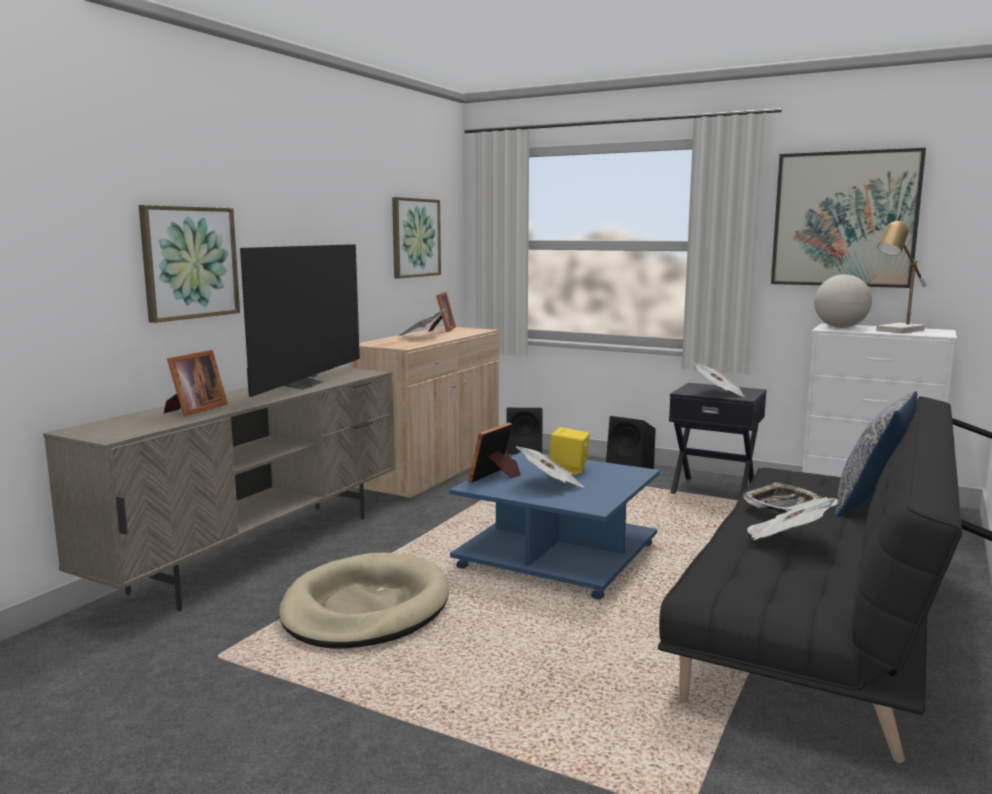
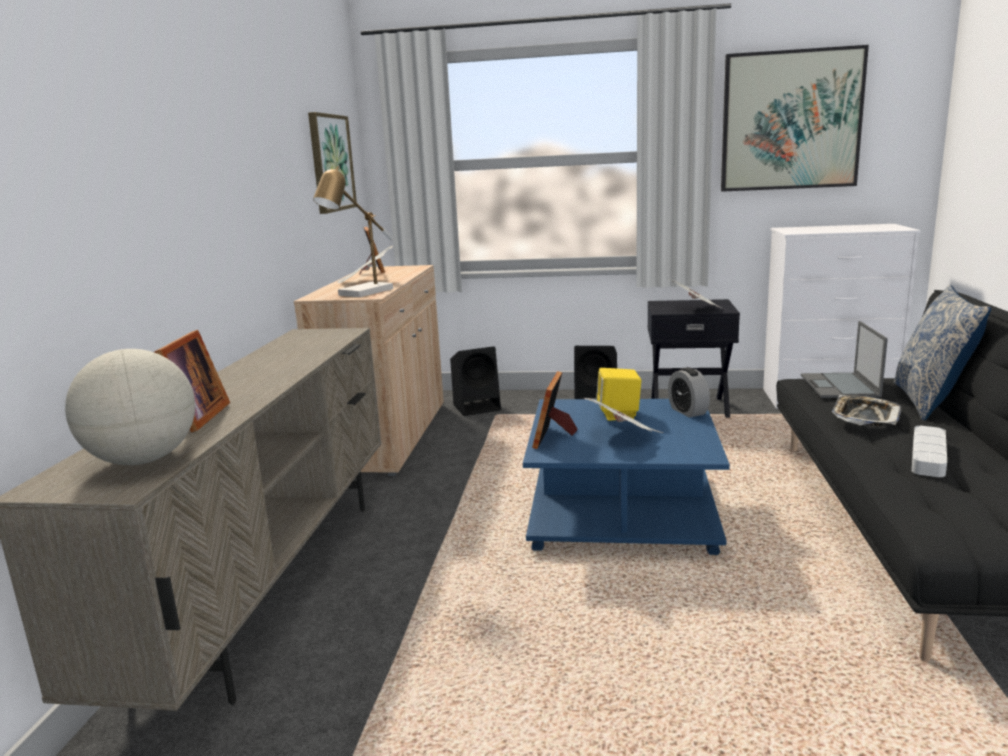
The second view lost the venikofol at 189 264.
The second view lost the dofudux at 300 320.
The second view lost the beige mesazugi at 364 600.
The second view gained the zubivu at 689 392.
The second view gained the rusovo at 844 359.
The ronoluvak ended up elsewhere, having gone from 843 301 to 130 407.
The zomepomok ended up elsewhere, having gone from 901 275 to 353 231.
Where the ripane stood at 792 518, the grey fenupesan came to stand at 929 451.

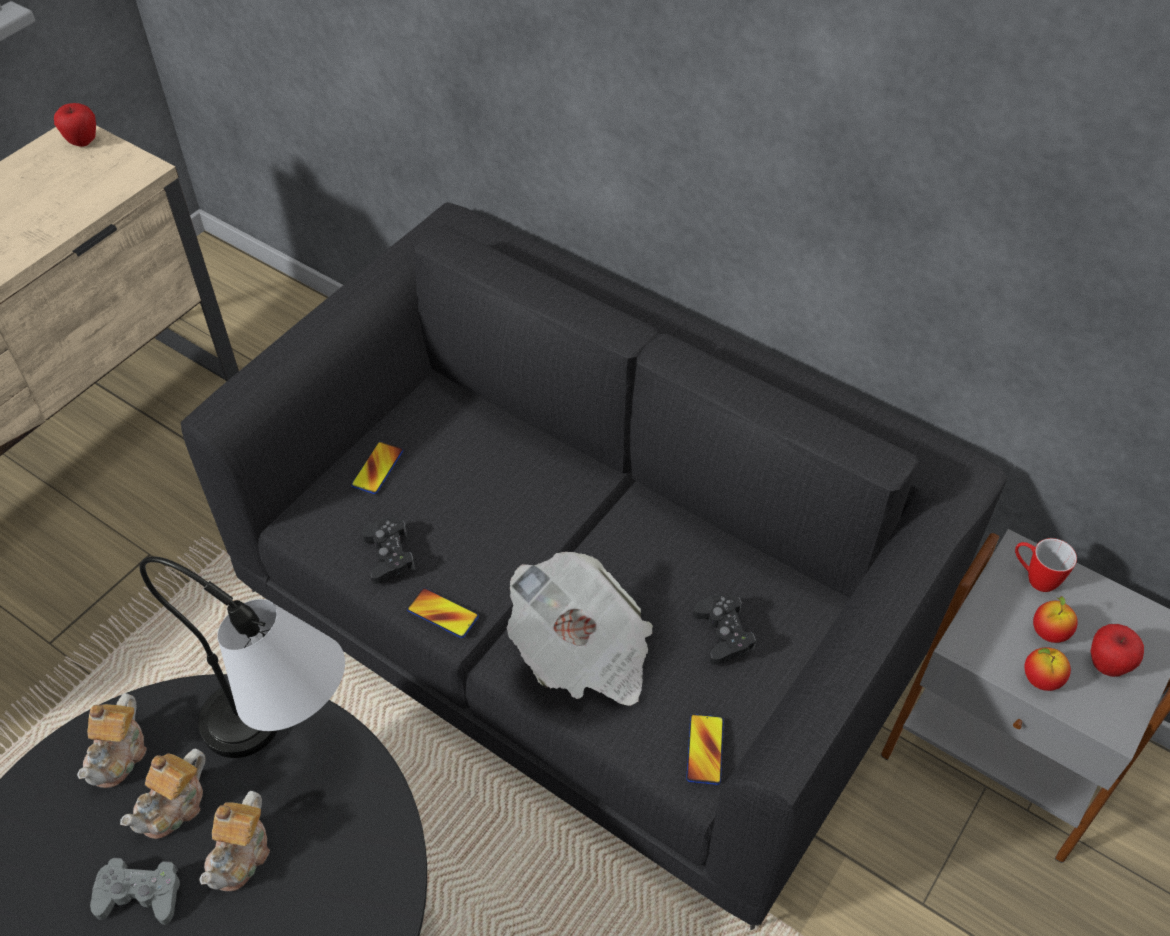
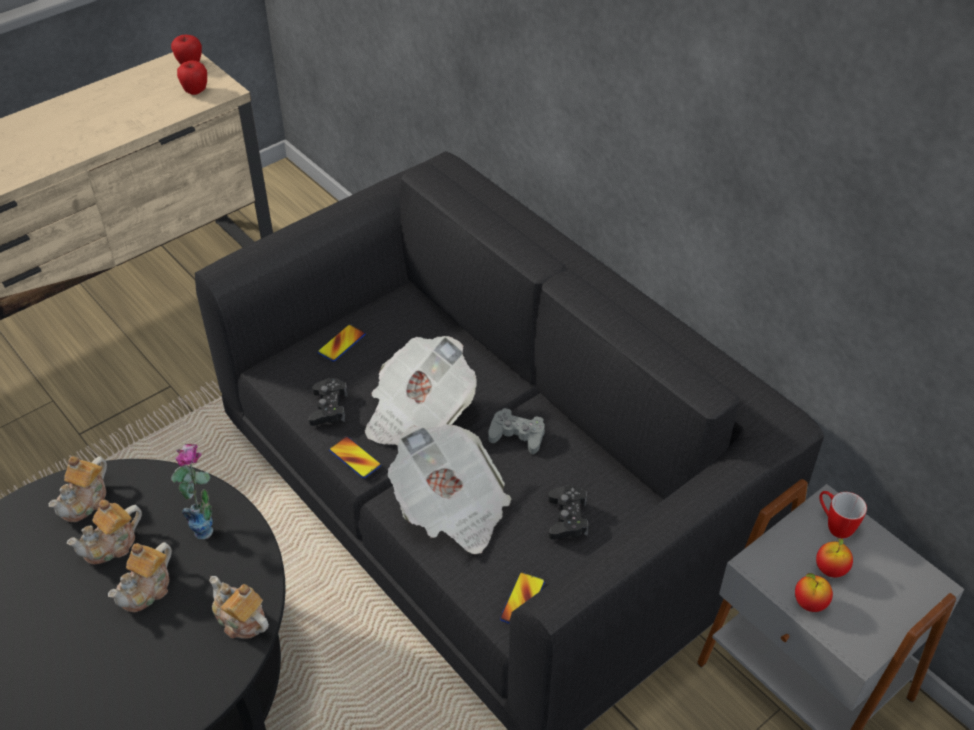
The second view gained the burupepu at 239 607.
The second view gained the ripane at 421 391.
The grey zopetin ended up elsewhere, having gone from 135 891 to 516 431.
The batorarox ended up elsewhere, having gone from 1117 650 to 192 77.
Where the zomepomok stood at 242 657, the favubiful came to stand at 192 491.

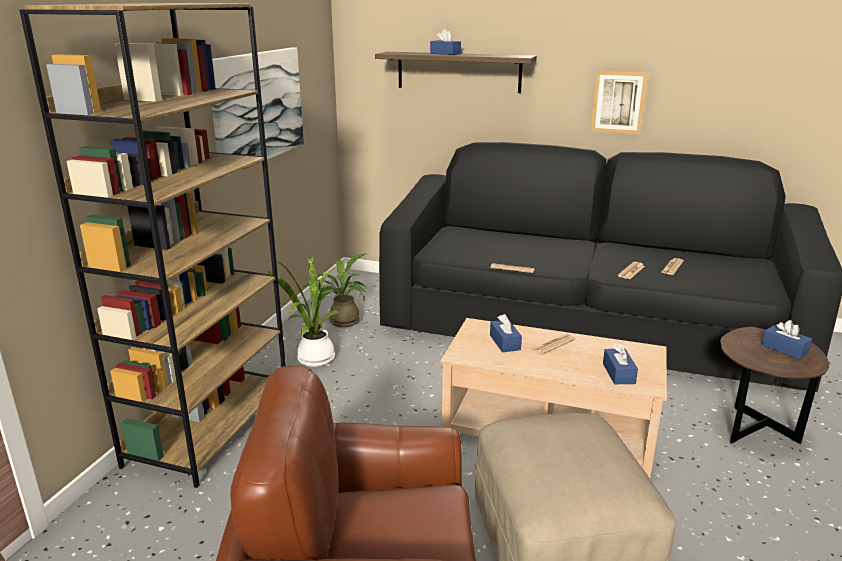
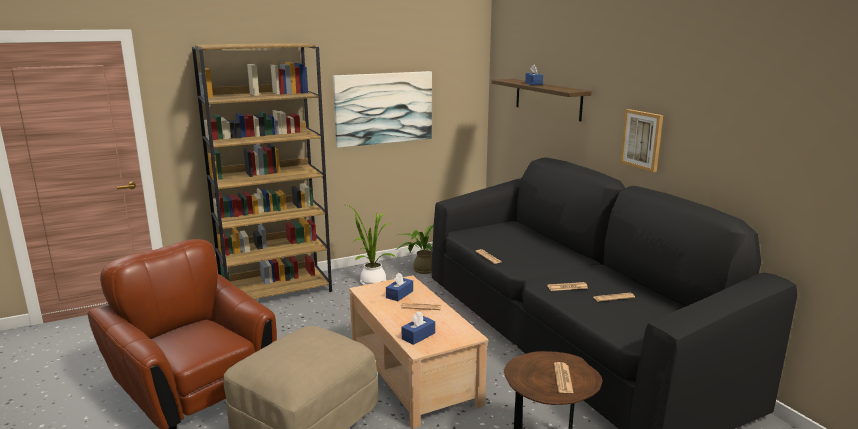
Where the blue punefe stood at 786 339, the ripane came to stand at 564 377.

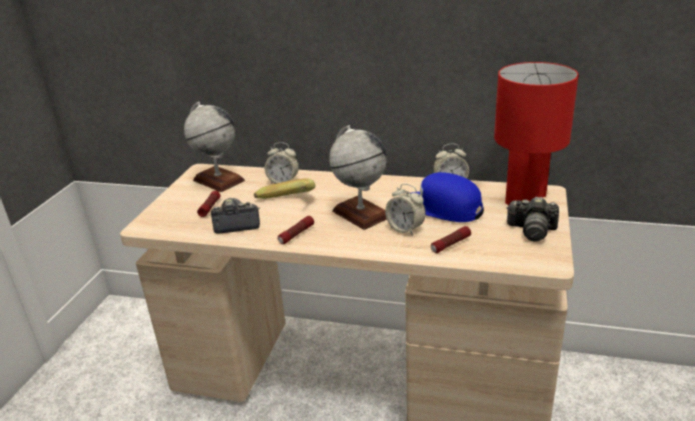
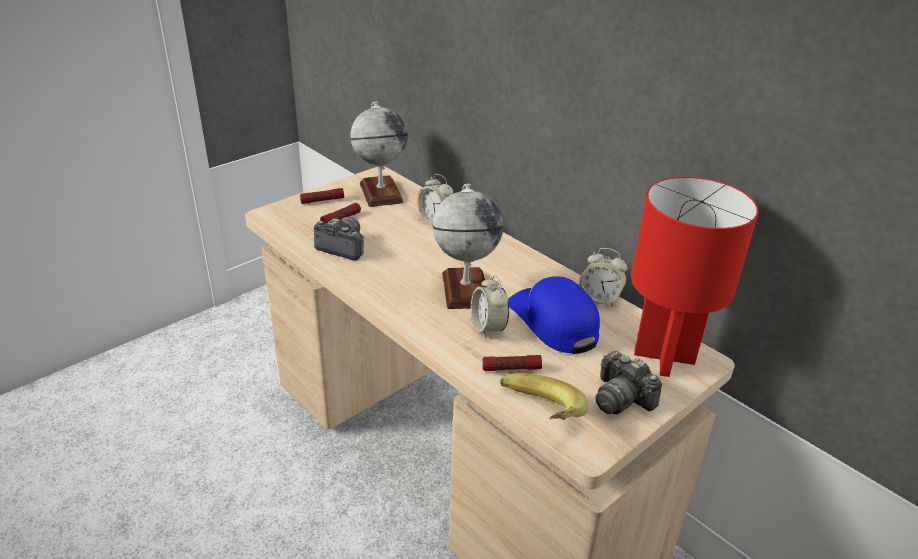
The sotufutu ended up elsewhere, having gone from 285 188 to 544 396.
The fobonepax ended up elsewhere, having gone from 296 230 to 322 196.

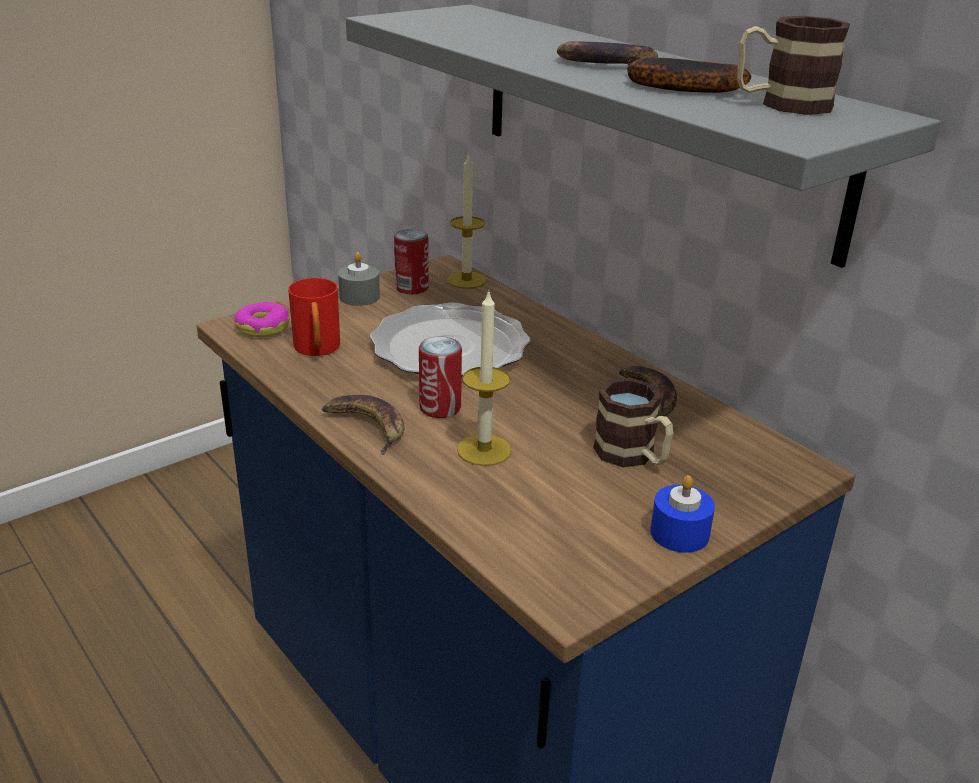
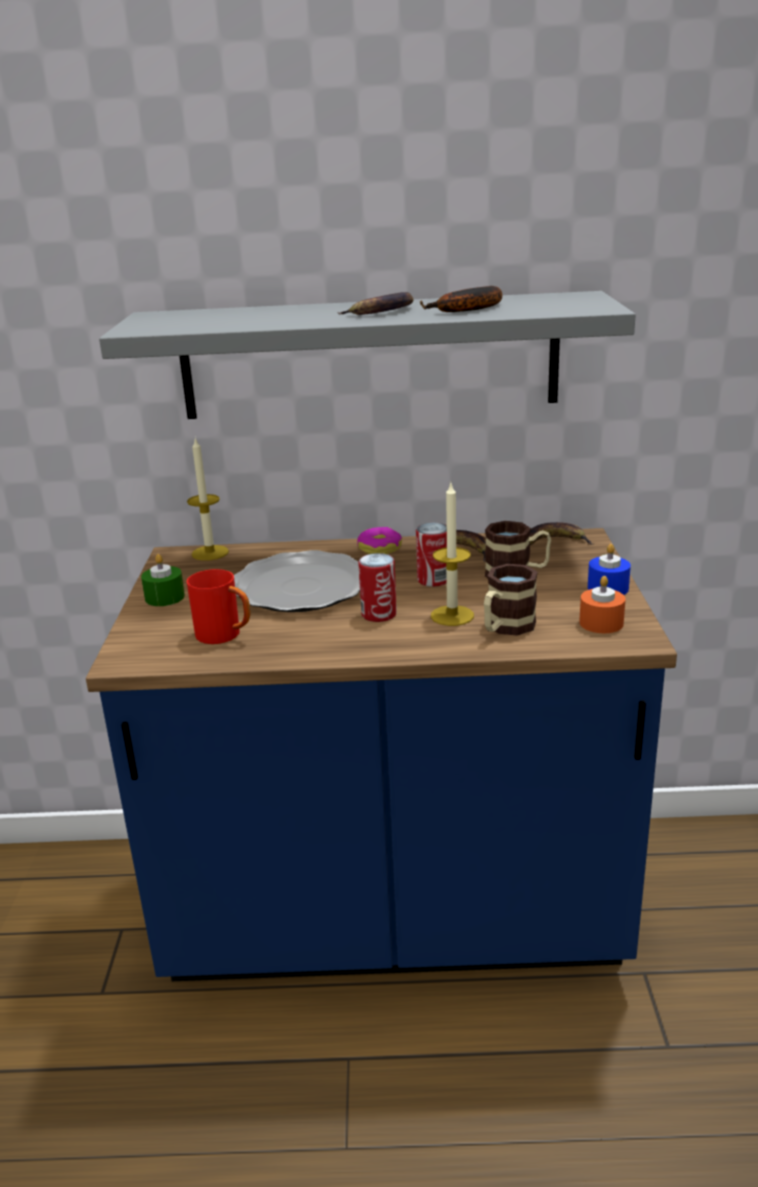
The second view gained the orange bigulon at 602 604.
The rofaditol ended up elsewhere, having gone from 262 319 to 379 540.
The sotufutu ended up elsewhere, having gone from 363 425 to 561 533.
The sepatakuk ended up elsewhere, having gone from 411 261 to 431 555.
The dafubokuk ended up elsewhere, having gone from 793 65 to 511 600.
What was the grey bigulon at 359 279 turned into the green bigulon at 163 580.

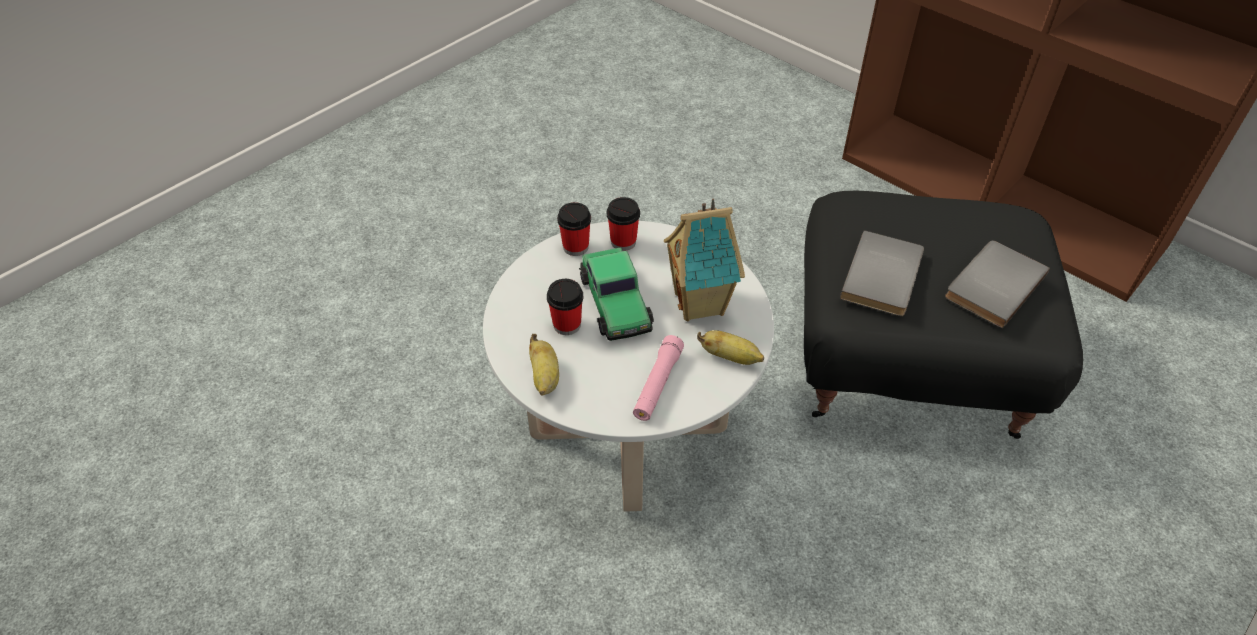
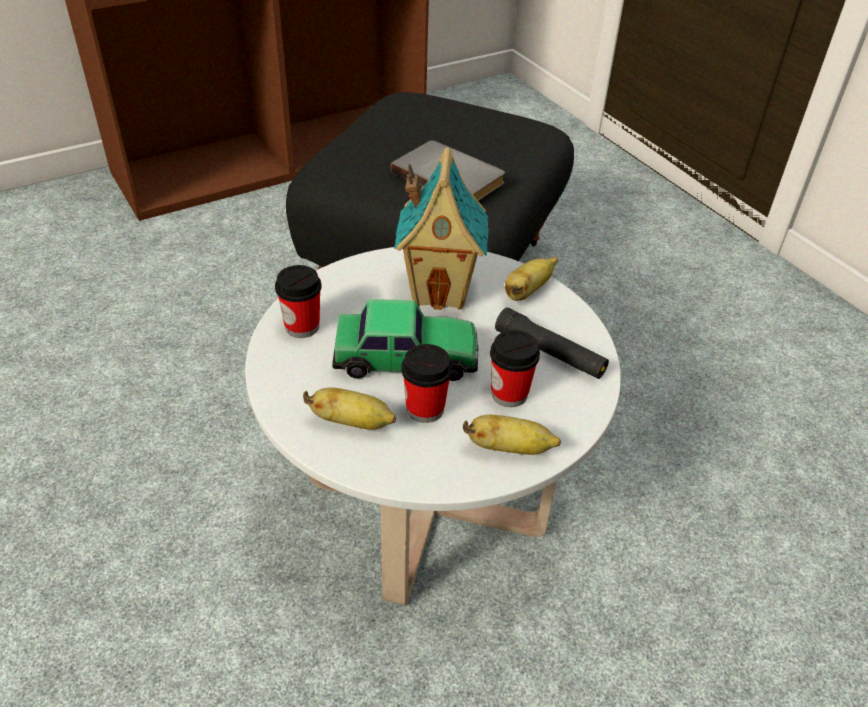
The second view lost the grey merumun at 997 284.
The second view gained the sotufutu at 349 409.
The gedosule ended up elsewhere, having gone from 574 229 to 515 368.
What was the pink fobonepax at 658 378 turned into the black fobonepax at 552 343.

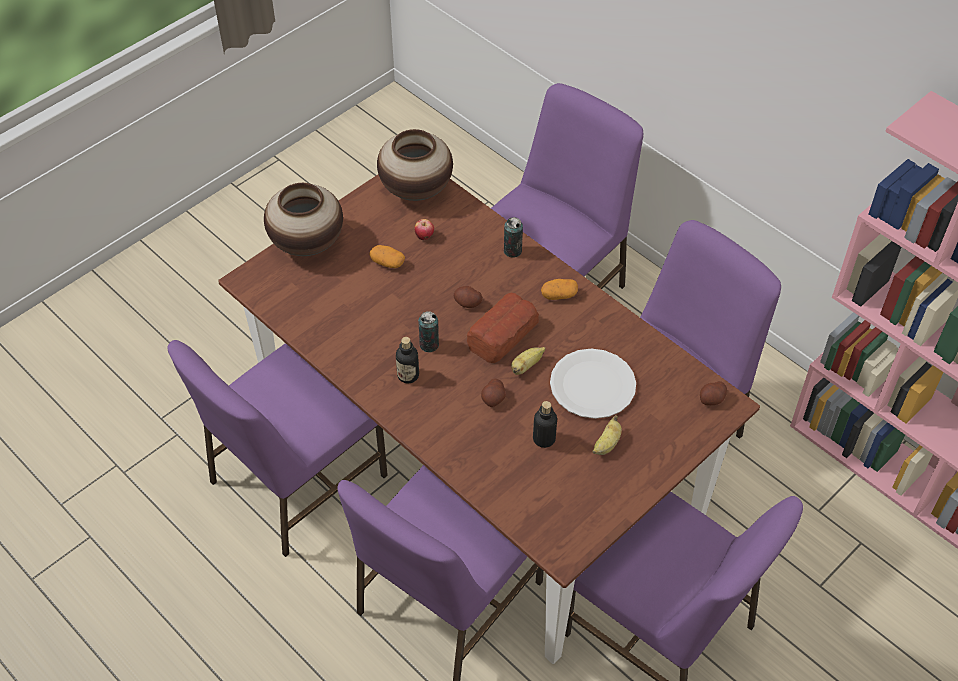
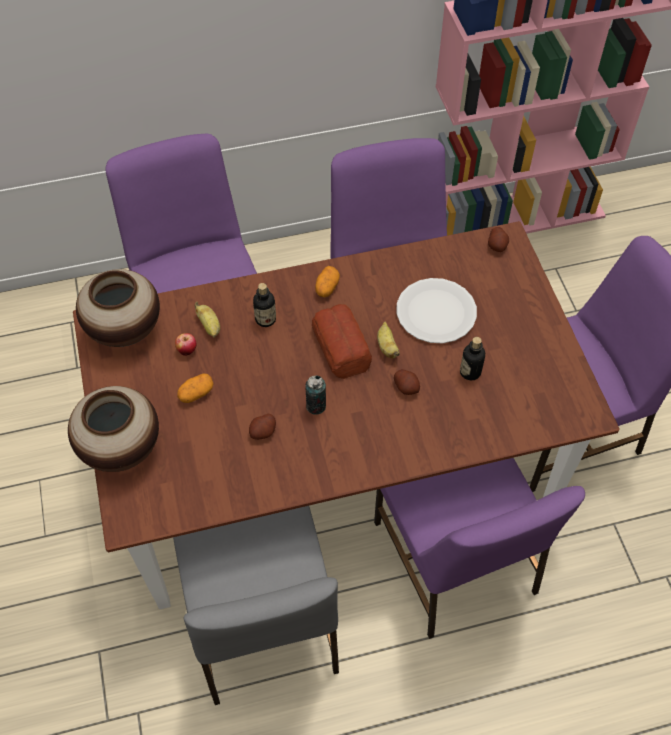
The second view lost the sepatakuk at 513 237.
The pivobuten ended up elsewhere, having gone from 407 360 to 264 305.
The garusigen ended up elsewhere, having gone from 468 297 to 262 427.
The sotufutu ended up elsewhere, having gone from 607 435 to 207 320.
What was the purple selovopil at 277 448 turned into the grey selovopil at 256 605.

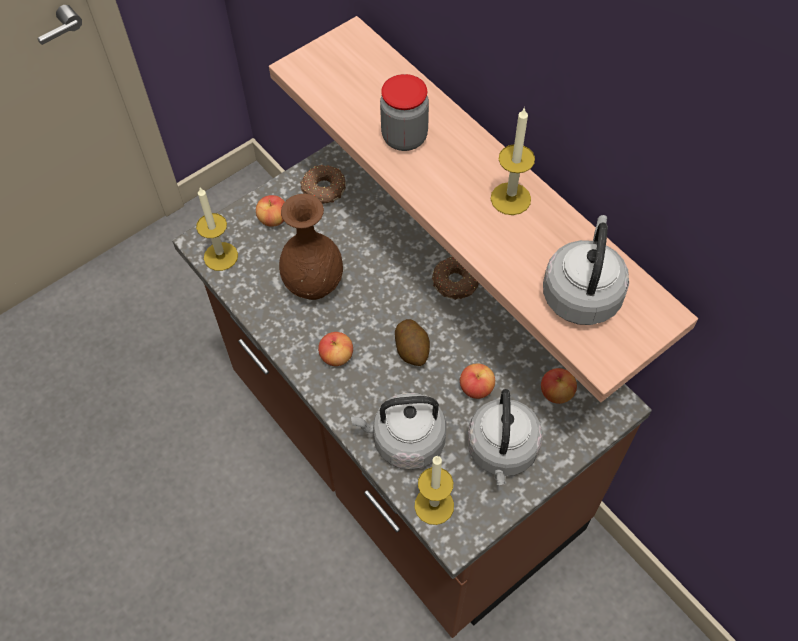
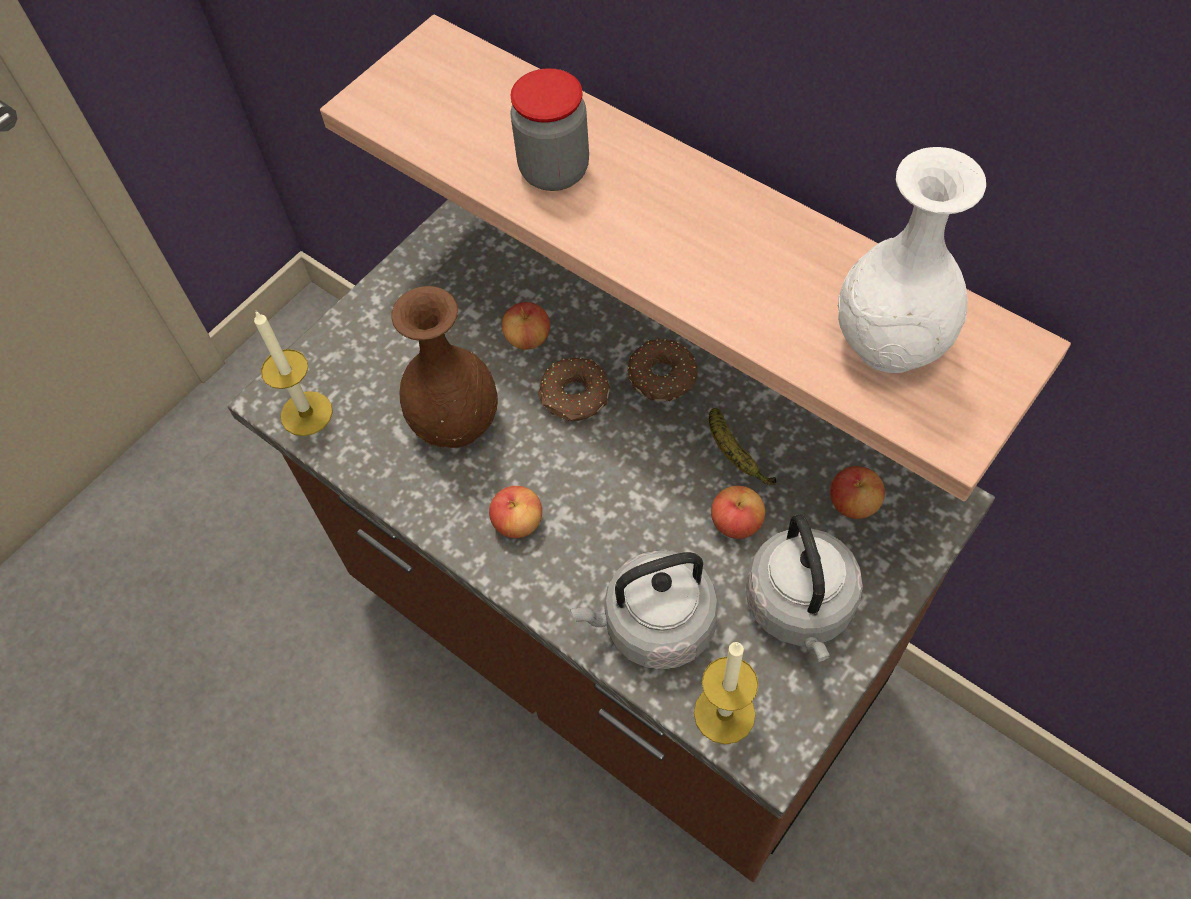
The second view lost the garusigen at 412 342.
The second view lost the bigulon at 513 161.
The second view gained the sotufutu at 742 446.
The batorarox ended up elsewhere, having gone from 270 211 to 526 326.
The rofaditol ended up elsewhere, having gone from 323 184 to 573 389.
Where the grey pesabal stood at 586 270, the white favubiful came to stand at 912 260.

